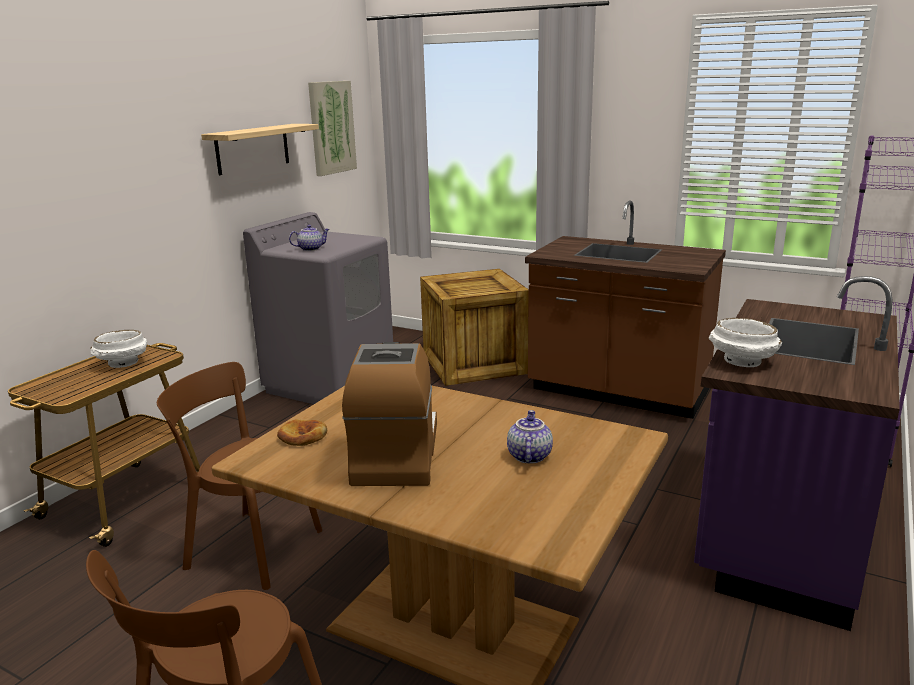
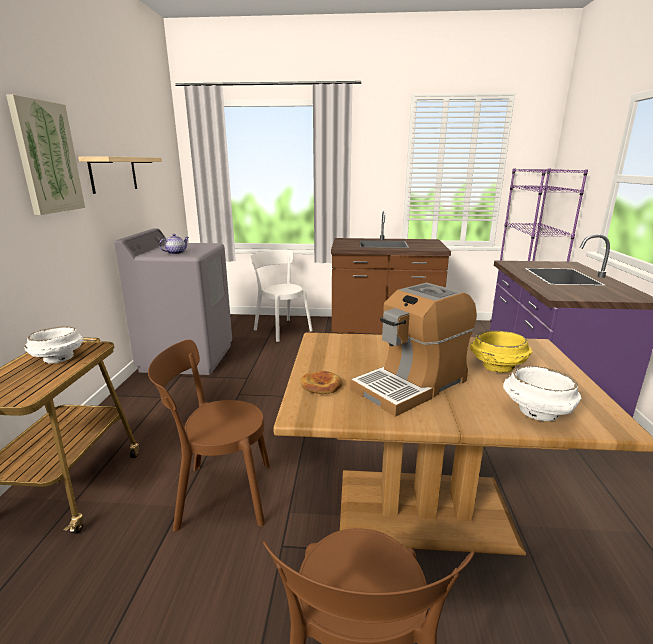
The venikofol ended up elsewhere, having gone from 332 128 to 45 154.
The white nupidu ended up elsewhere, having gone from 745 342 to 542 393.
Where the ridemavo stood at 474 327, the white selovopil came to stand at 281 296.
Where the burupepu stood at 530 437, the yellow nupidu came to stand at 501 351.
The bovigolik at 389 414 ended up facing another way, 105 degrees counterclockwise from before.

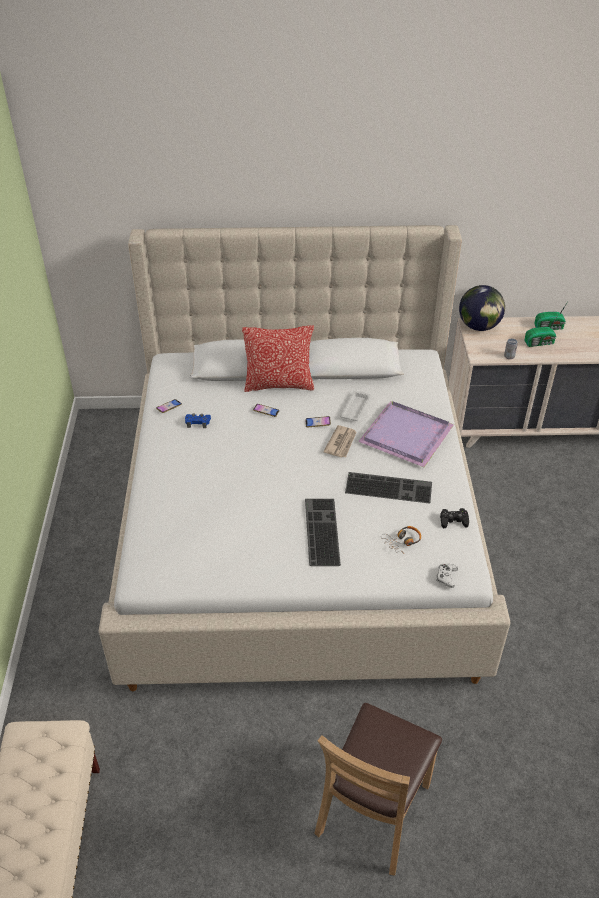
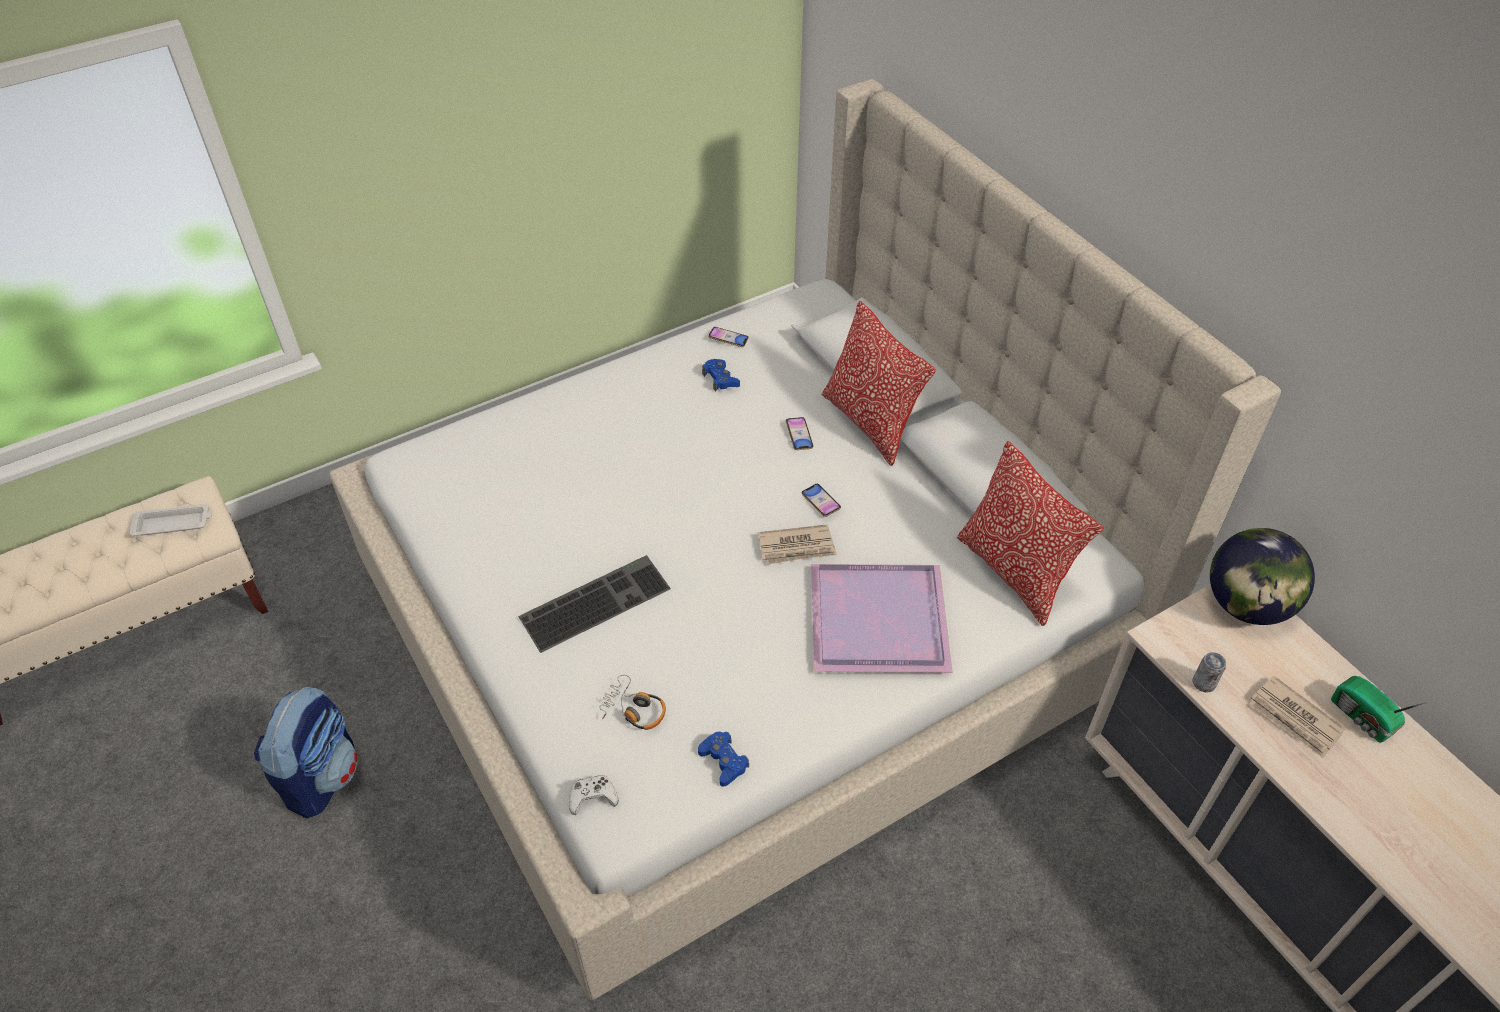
The second view lost the brown selovopil at 378 789.
The second view lost the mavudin at 388 488.
The second view gained the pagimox at 306 753.
The second view gained the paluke at 1030 533.
The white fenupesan ended up elsewhere, having gone from 355 406 to 170 520.
Where the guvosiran stood at 540 332, the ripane came to stand at 1298 717.
What was the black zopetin at 454 518 turned into the blue zopetin at 723 759.

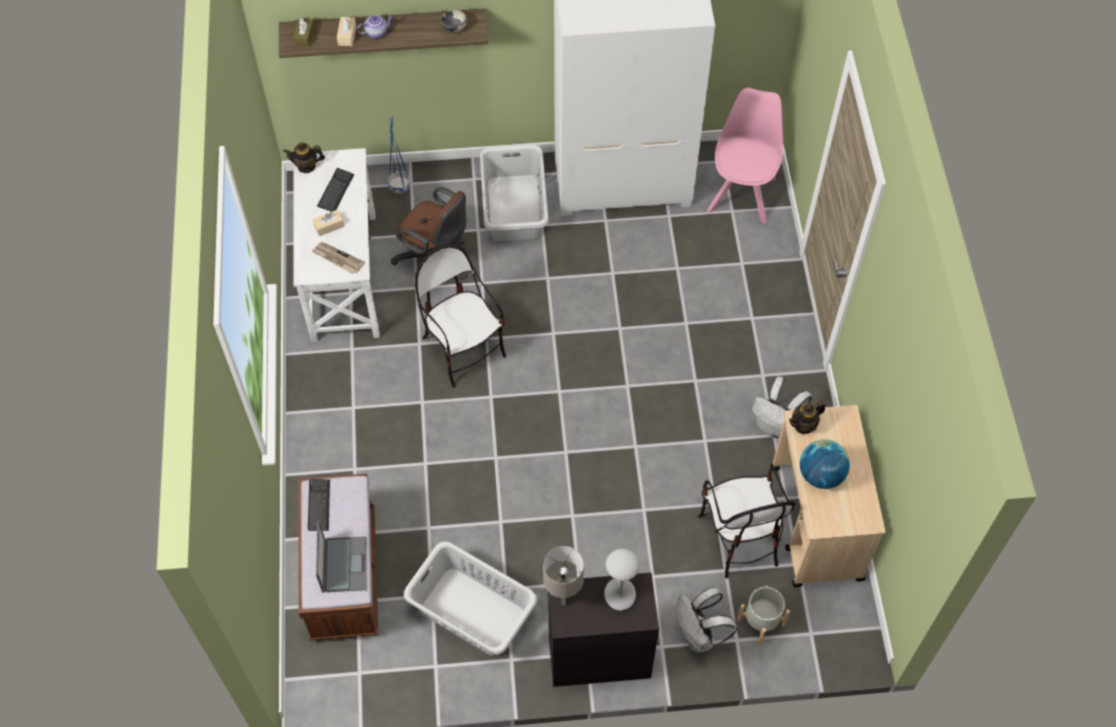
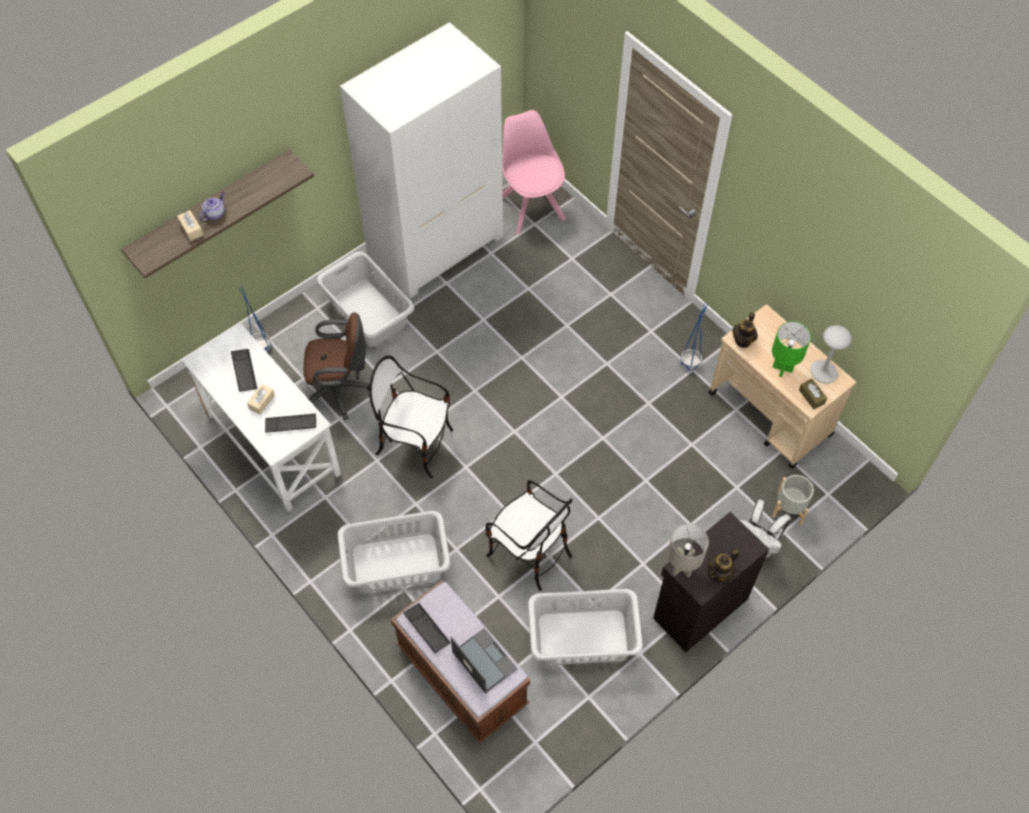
The second view lost the nupidu at 454 21.
The second view gained the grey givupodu at 394 551.
The burupepu ended up elsewhere, having gone from 304 158 to 723 566.
The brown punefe ended up elsewhere, having gone from 304 32 to 813 394.
The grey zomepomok ended up elsewhere, having gone from 622 579 to 831 354.
The selovopil ended up elsewhere, having gone from 746 522 to 529 535.
Where the ripane stood at 338 258, the mavudin came to stand at 290 423.
Where the white pagimox stood at 782 408, the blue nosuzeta came to stand at 694 337.
Where the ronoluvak stood at 825 464, the green zomepomok came to stand at 791 349.

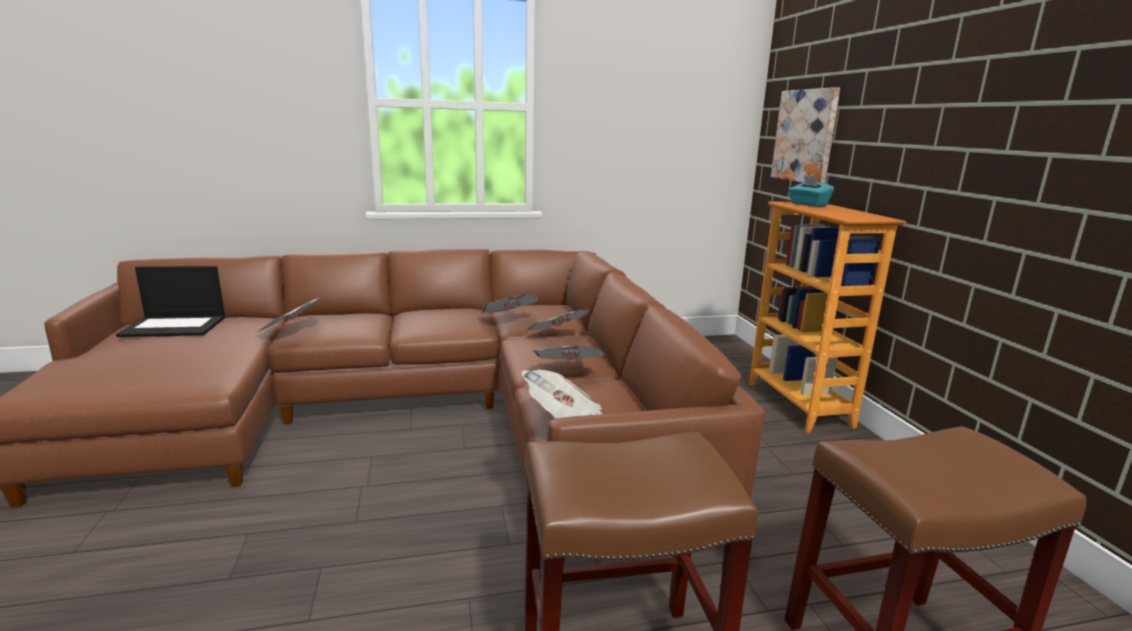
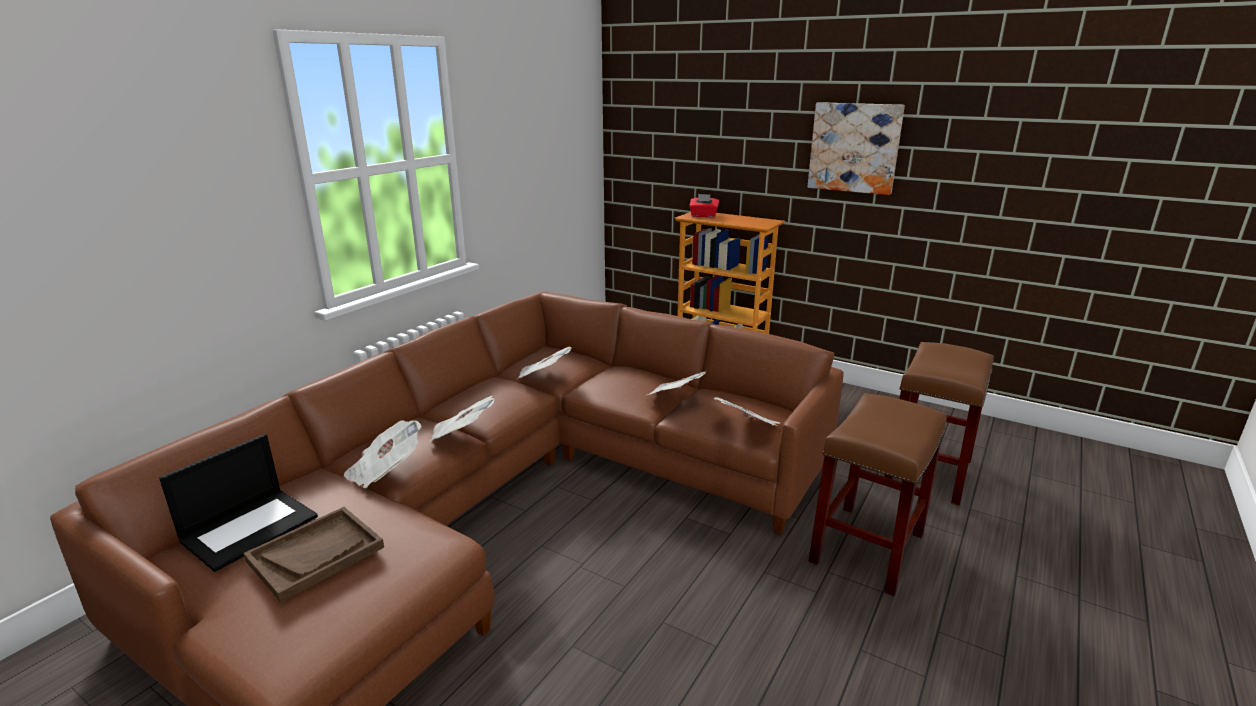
The second view gained the brown fenupesan at 313 554.
The ripane ended up elsewhere, having gone from 558 320 to 462 418.
The venikofol ended up elsewhere, having gone from 805 135 to 856 148.
What was the turquoise punefe at 811 191 turned into the red punefe at 704 205.

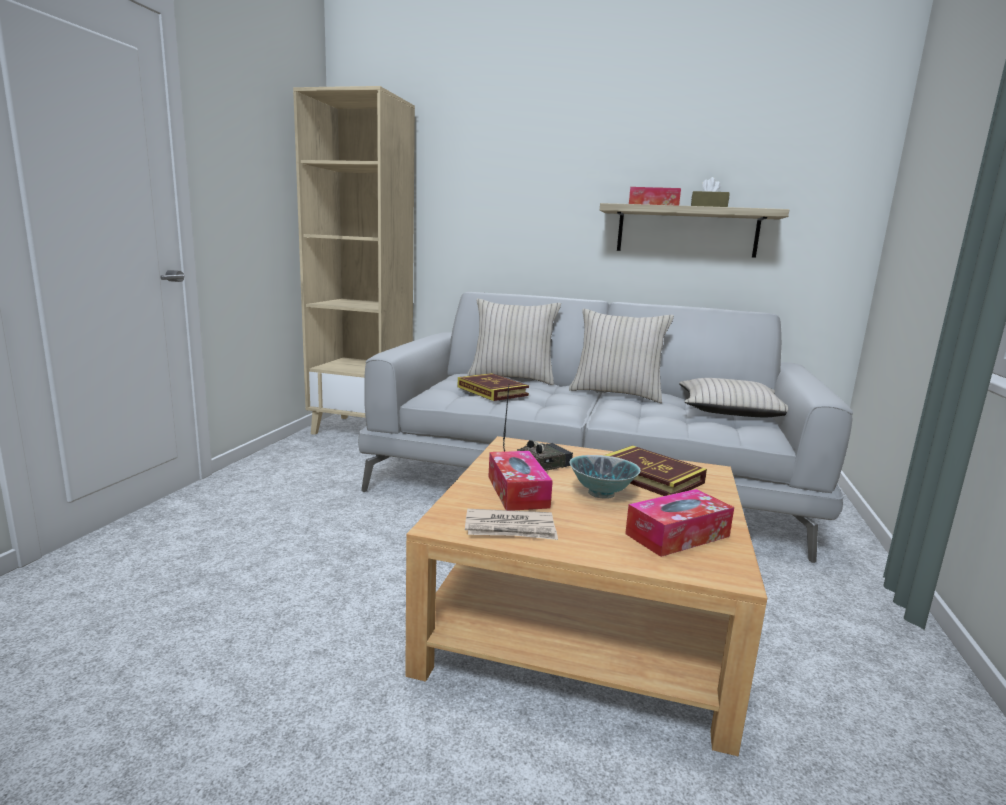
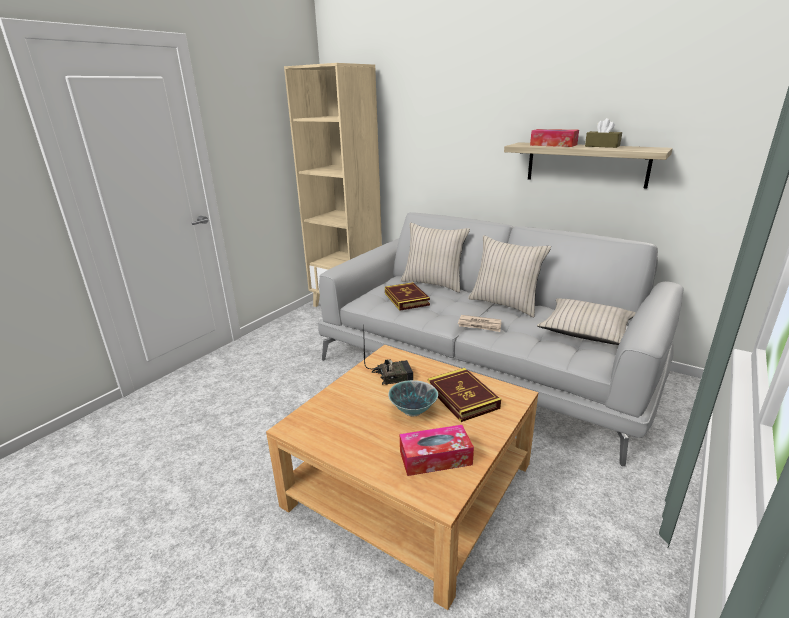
The second view lost the punefe at 520 481.
The ripane ended up elsewhere, having gone from 511 524 to 479 323.

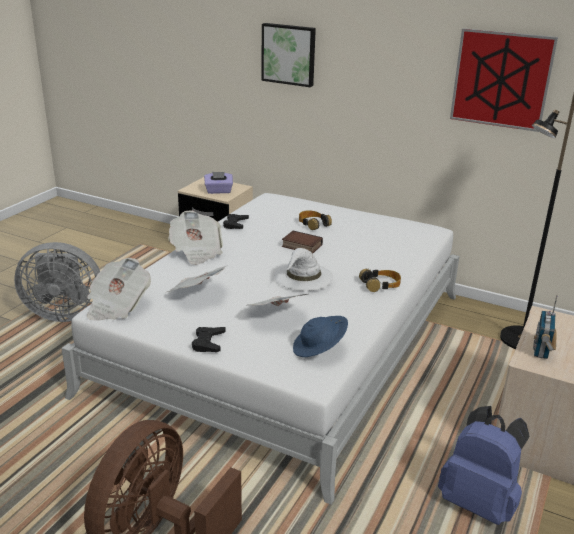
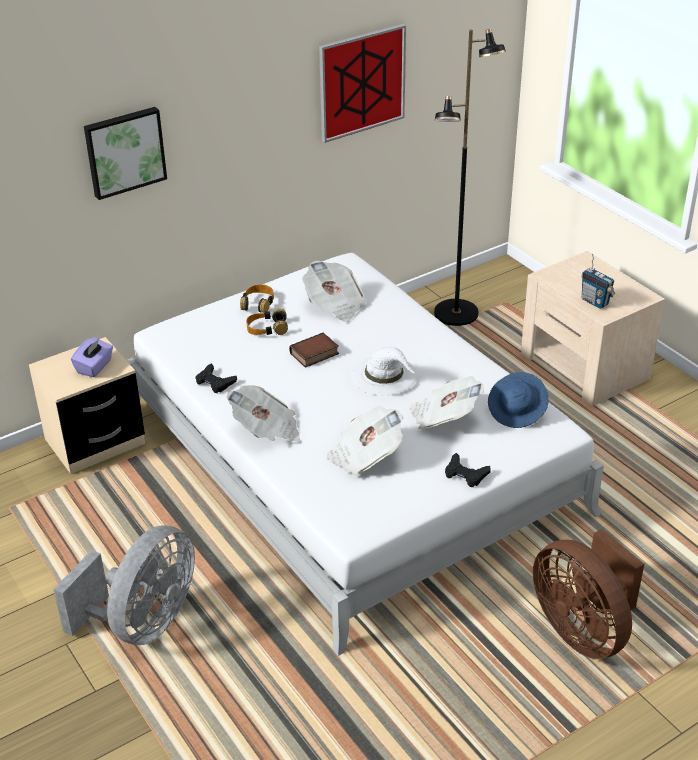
The second view lost the blue pagimox at 484 465.
The ripane ended up elsewhere, having gone from 119 289 to 334 291.
The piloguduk ended up elsewhere, having gone from 380 280 to 257 298.

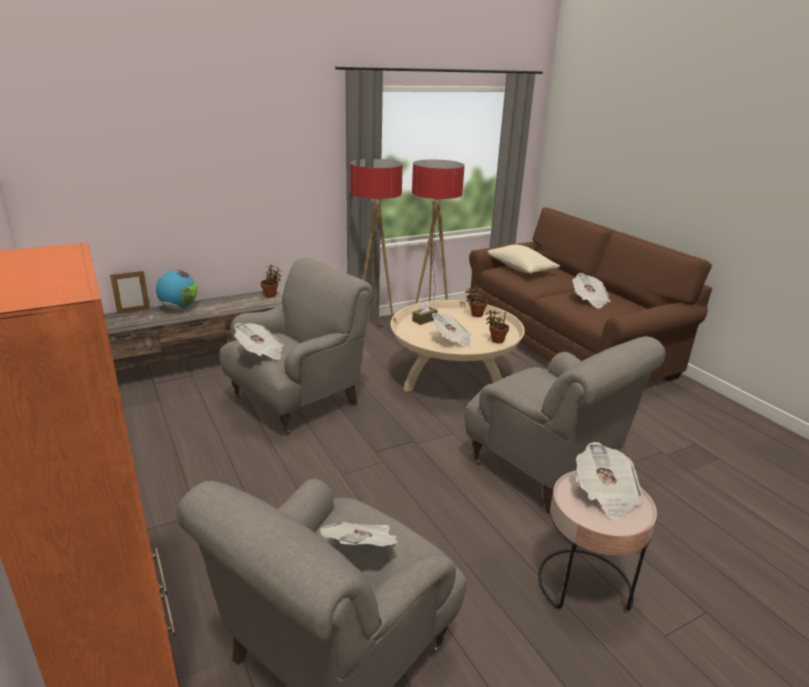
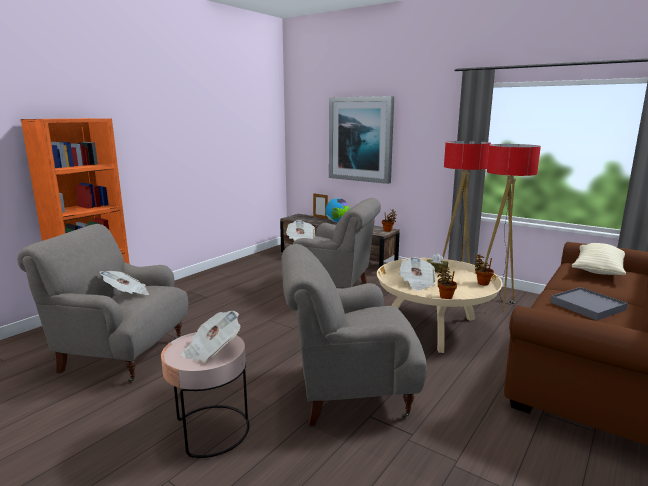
The second view gained the venikofol at 361 140.
Where the ripane stood at 591 291, the grey fenupesan came to stand at 589 303.
The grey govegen at 565 425 ended up facing another way, 60 degrees clockwise from before.

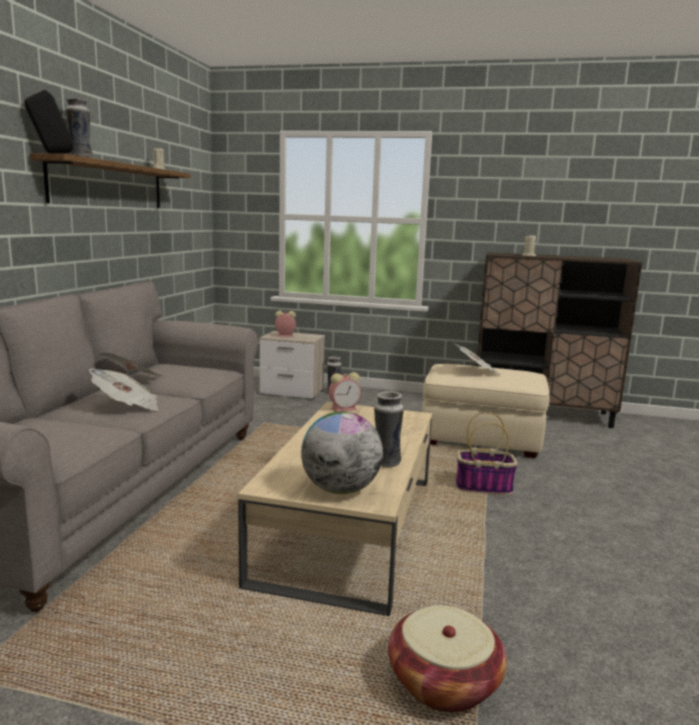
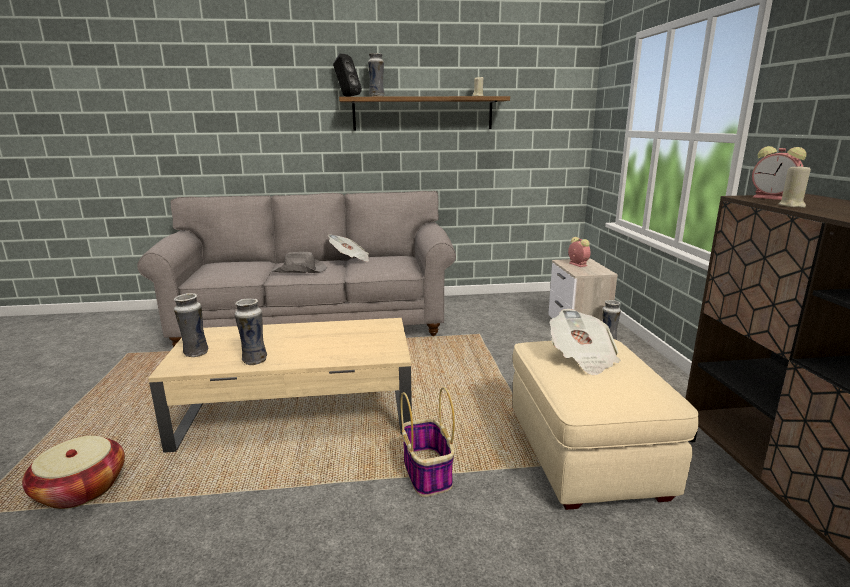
The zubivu ended up elsewhere, having gone from 345 392 to 779 173.
Where the ripane stood at 123 390, the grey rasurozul came to stand at 299 262.
Where the ronoluvak stood at 342 452, the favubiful came to stand at 191 325.

